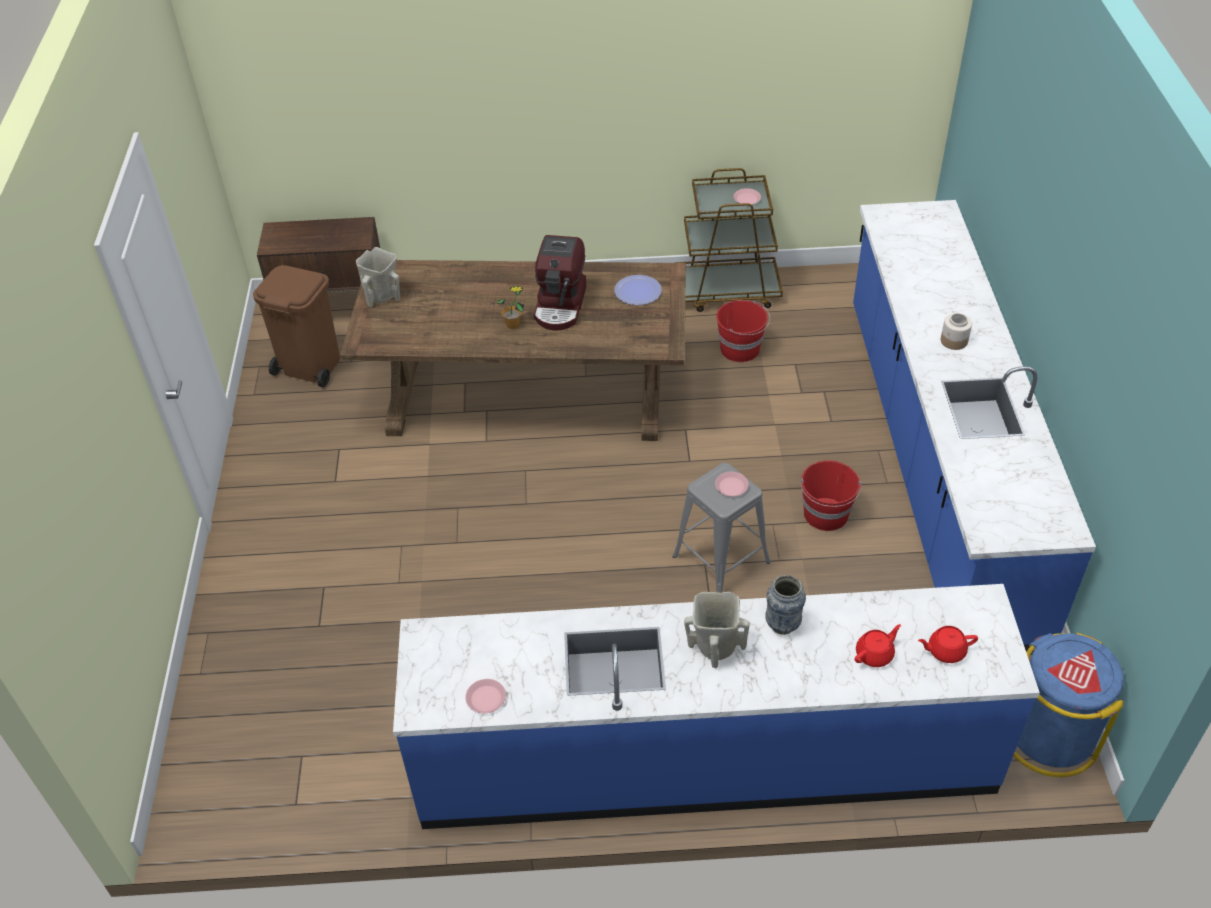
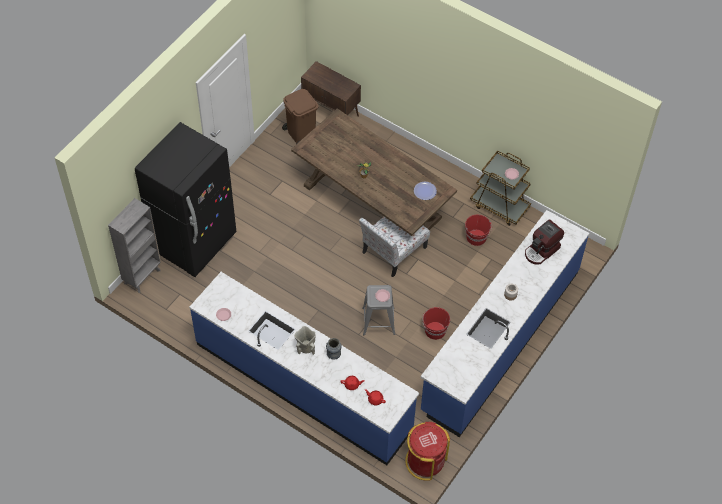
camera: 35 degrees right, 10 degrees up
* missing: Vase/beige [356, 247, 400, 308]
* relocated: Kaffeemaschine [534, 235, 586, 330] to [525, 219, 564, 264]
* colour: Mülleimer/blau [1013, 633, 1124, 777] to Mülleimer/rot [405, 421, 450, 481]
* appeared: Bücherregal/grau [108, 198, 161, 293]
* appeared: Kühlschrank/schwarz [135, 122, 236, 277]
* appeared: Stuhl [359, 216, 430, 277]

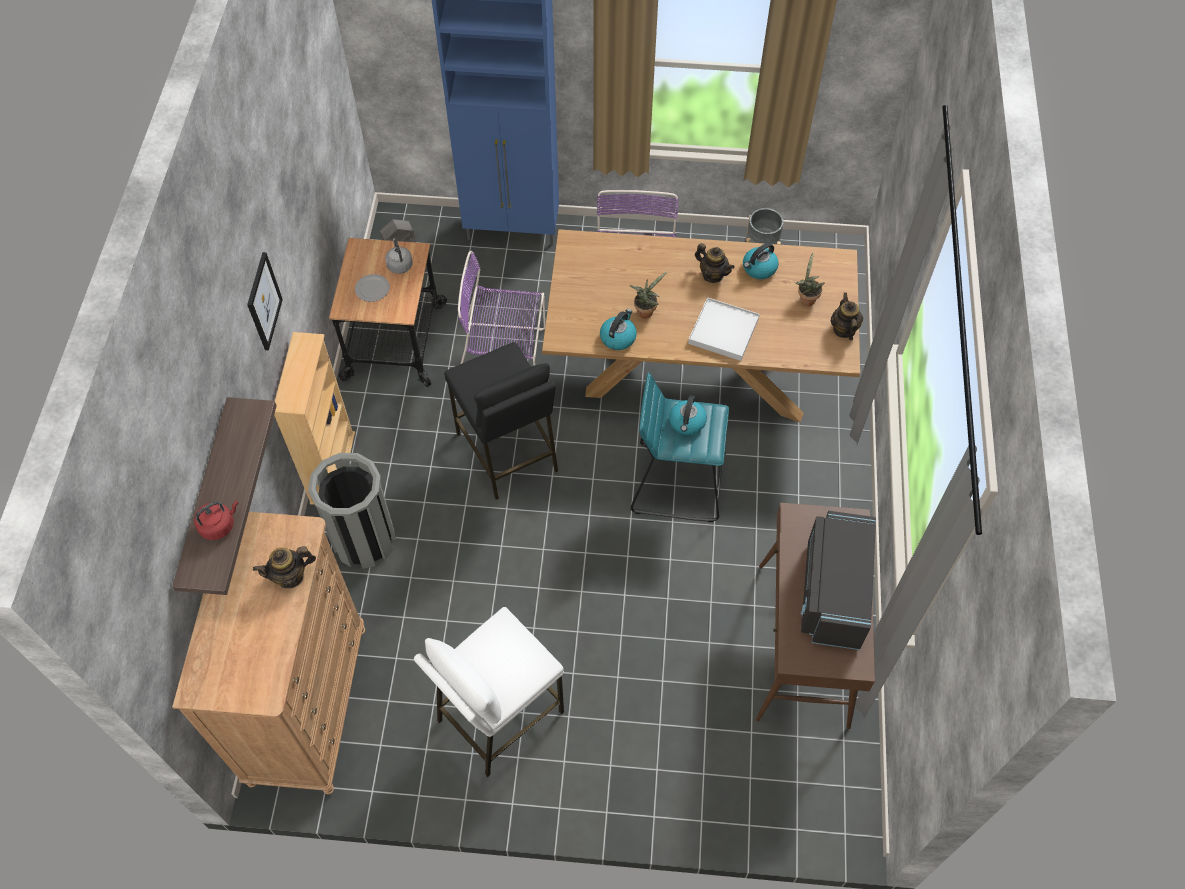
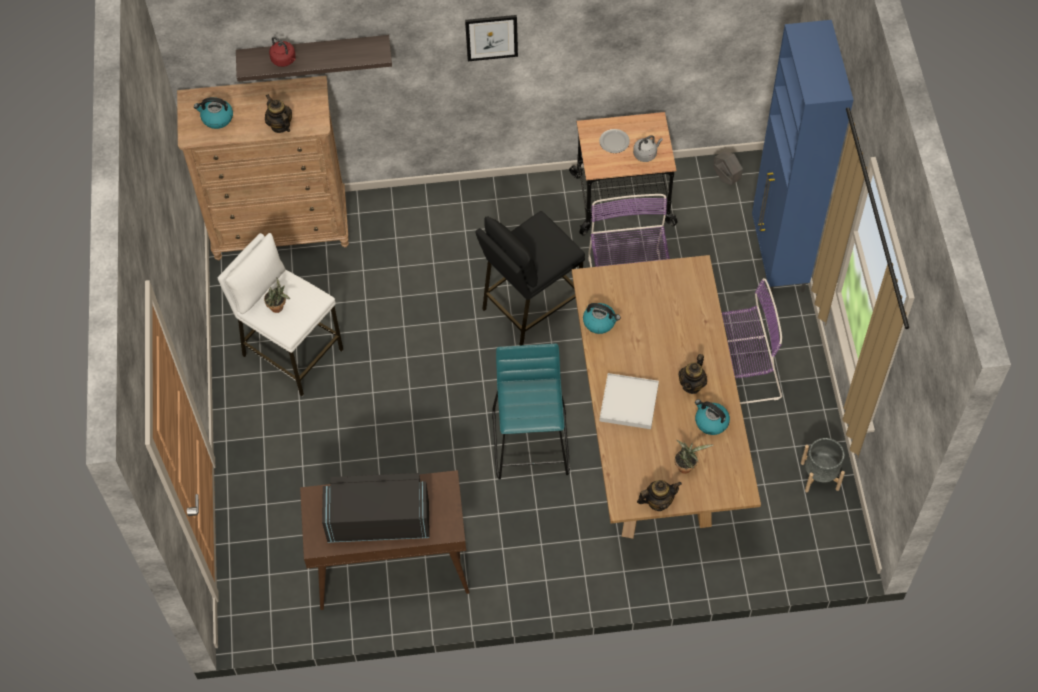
camera: 80 degrees right, 0 degrees up
* missing: Bücherregal/beige [274, 332, 355, 505]
* missing: Mülleimer/grau [308, 453, 396, 569]
* relocated: Topfpflanze [630, 272, 667, 319] to [264, 278, 290, 313]
* relocated: Wasserkessel [669, 395, 707, 435] to [194, 97, 233, 129]

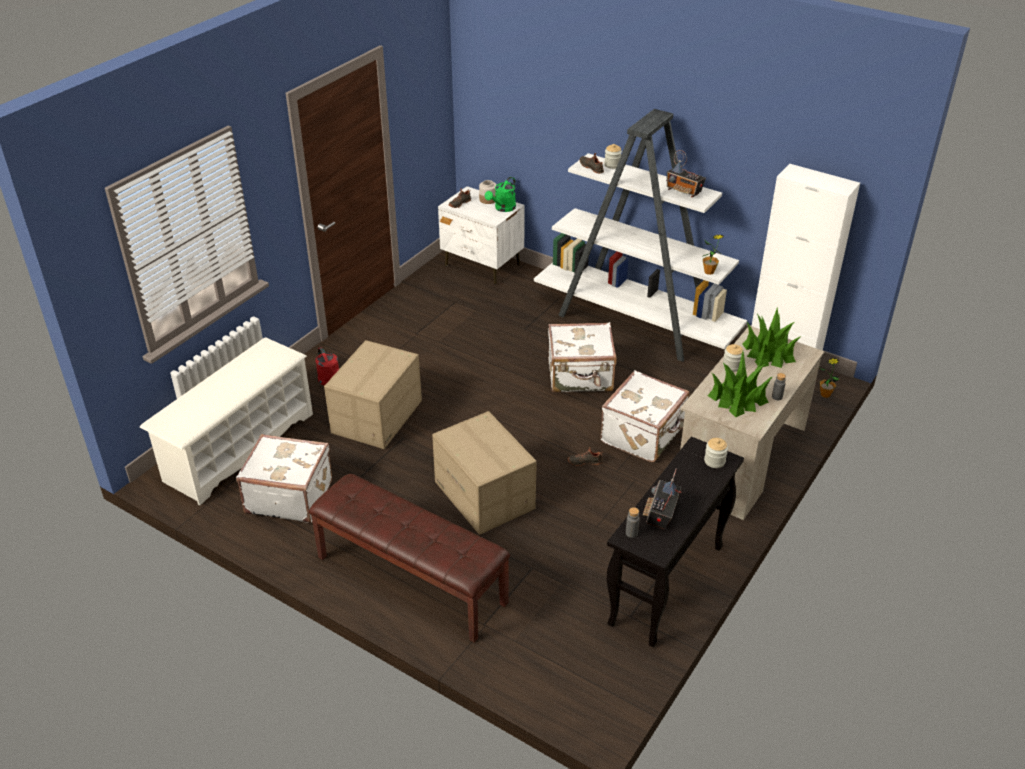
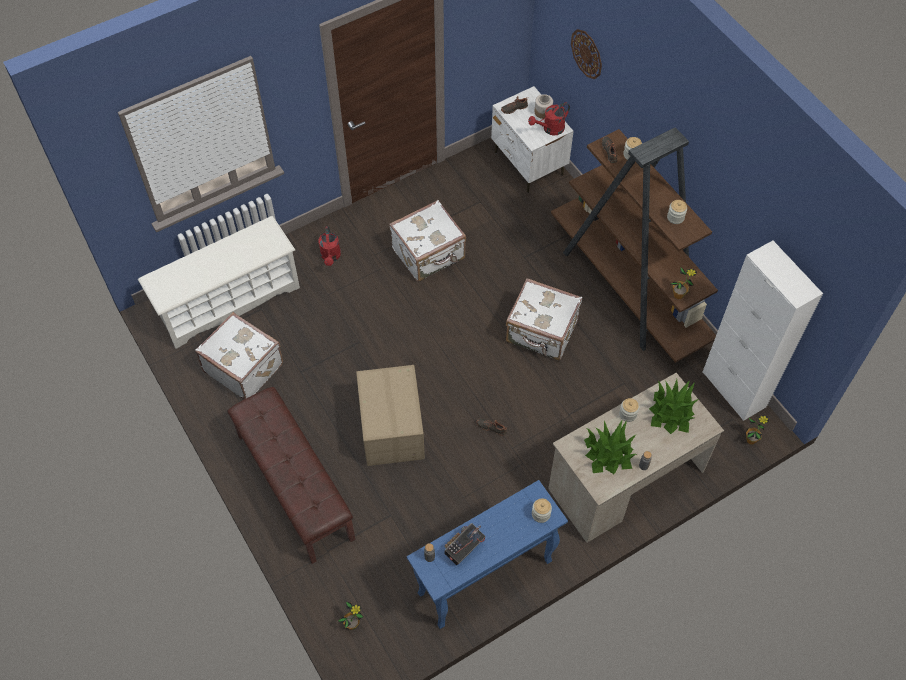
camera: 25 degrees right, 20 degrees up
* missing: Karton [324, 340, 422, 449]
* colour: Gießkanne/grün [485, 177, 516, 212] to Gießkanne/rot [528, 102, 570, 136]
* colour: Bücherregal/weiß [534, 109, 747, 362] to Bücherregal/braun [551, 127, 718, 363]
* relocated: Koffer/weiß [600, 370, 689, 462] to [389, 200, 466, 282]
* colour: Konsolentisch/schwarz [607, 437, 744, 647] to Konsolentisch/blau [407, 480, 568, 629]
* exchanged: Radio [666, 150, 706, 198] to Vorratsglas [667, 200, 687, 224]
* appeared: Topfpflanze [338, 602, 363, 630]
* appeared: Wanduhr [571, 29, 602, 79]

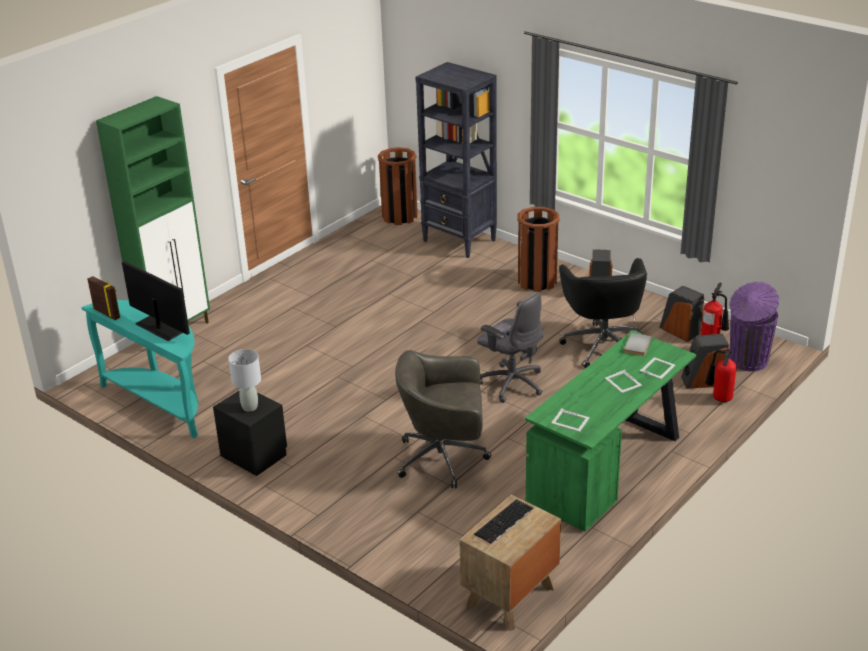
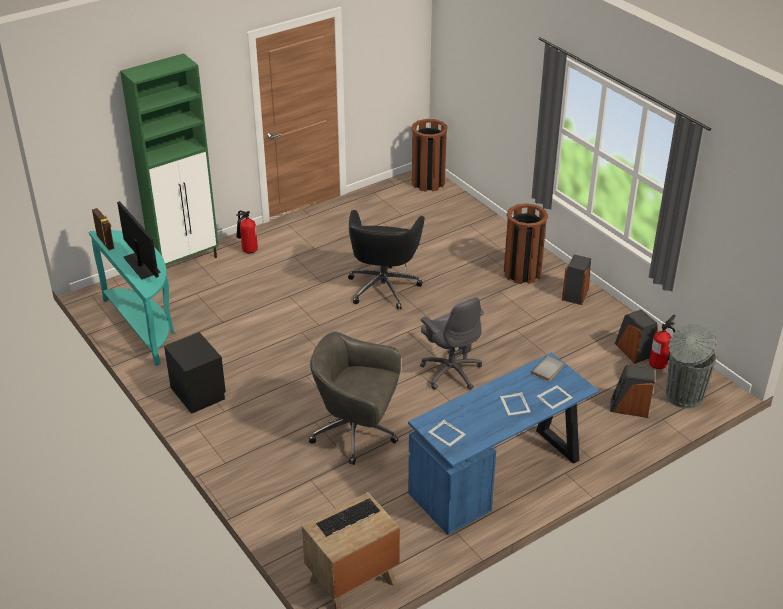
camera: 15 degrees right, 5 degrees up
* missing: Tischlampe/grau [228, 349, 261, 411]
* missing: Bücherregal/schwarz [416, 62, 497, 258]
* colour: Schreibtisch/grün [525, 330, 696, 532] to Schreibtisch/blau [408, 352, 599, 535]
* relocated: Bürostuhl/schwarz [559, 258, 647, 368] to [348, 210, 424, 309]
* relocated: Feuerlöscher [705, 349, 737, 402] to [236, 210, 258, 253]
* colour: Mülleimer/lila [729, 282, 779, 371] to Mülleimer/grau [666, 323, 717, 408]

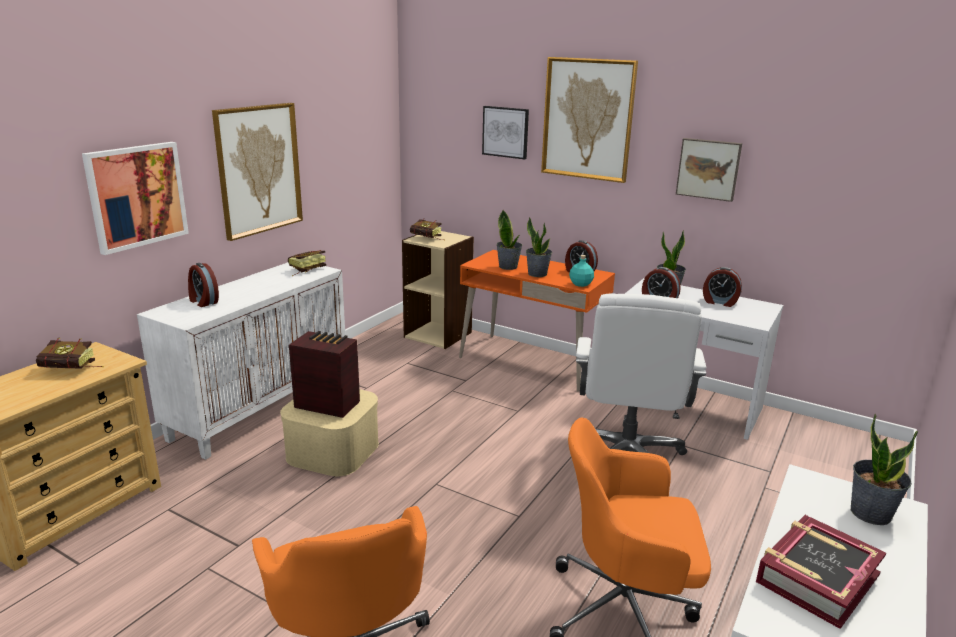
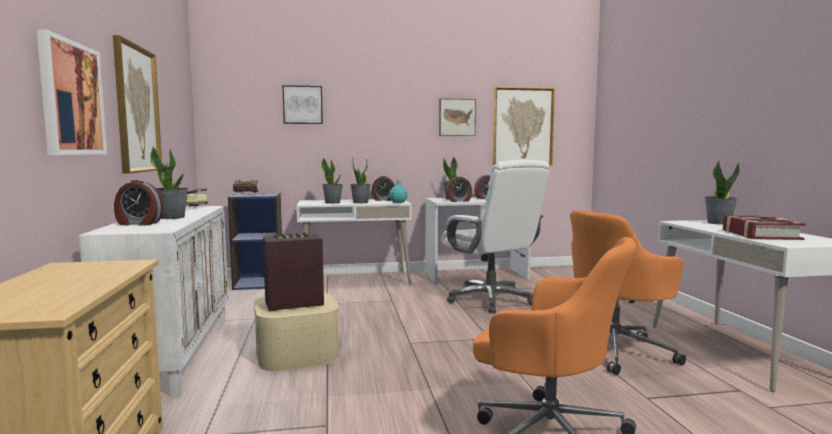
camera: 40 degrees left, 15 degrees down
* missing: Buch [36, 338, 103, 369]
* colour: Bücherregal/beige [402, 231, 474, 349] to Bücherregal/blau [228, 193, 282, 290]
* colour: Schreibtisch/orange [459, 250, 615, 392] to Schreibtisch/weiß [297, 199, 411, 285]
* relocated: Bild [541, 57, 638, 183] to [493, 87, 555, 166]
* appeared: Topfpflanze [150, 146, 188, 219]

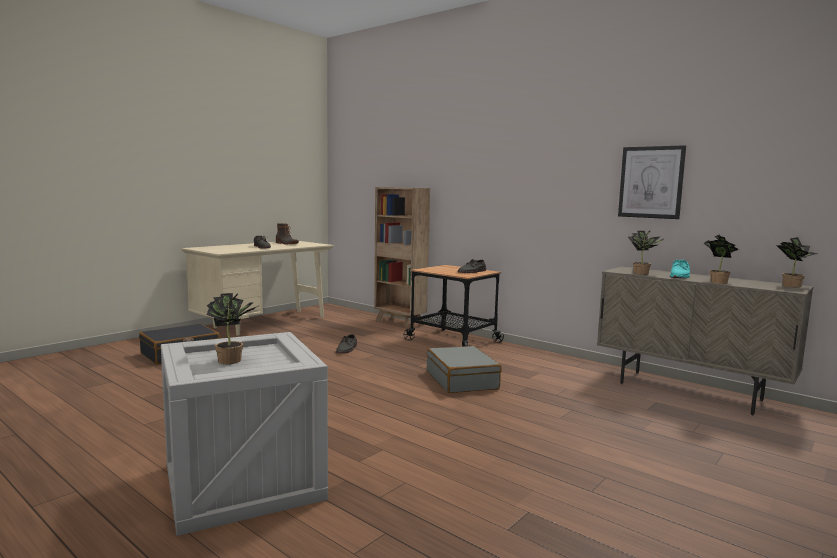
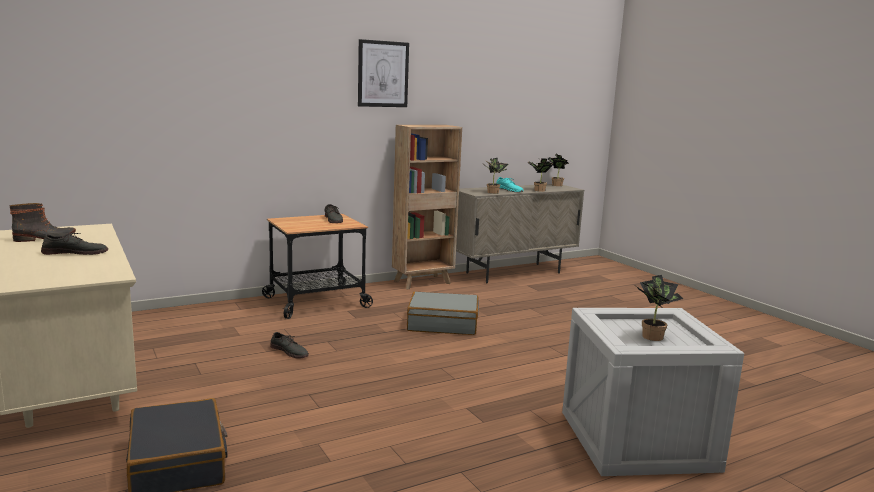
camera: 70 degrees left, 5 degrees up
* relocated: Bücherregal/braun [374, 187, 430, 329] to [392, 125, 462, 290]
* relocated: Bild [618, 145, 686, 219] to [358, 39, 409, 107]

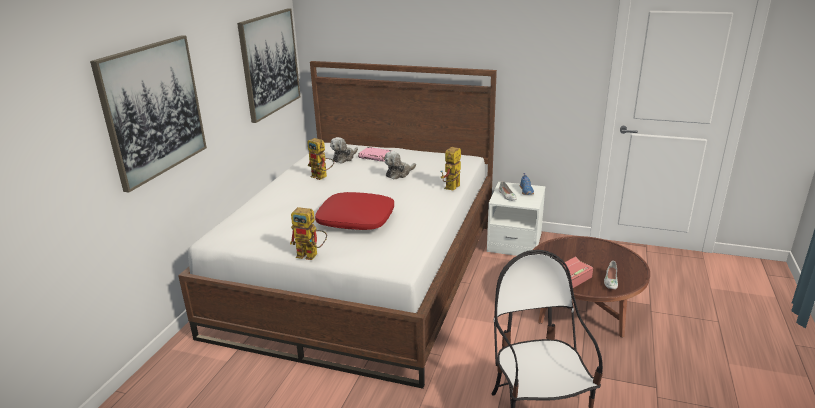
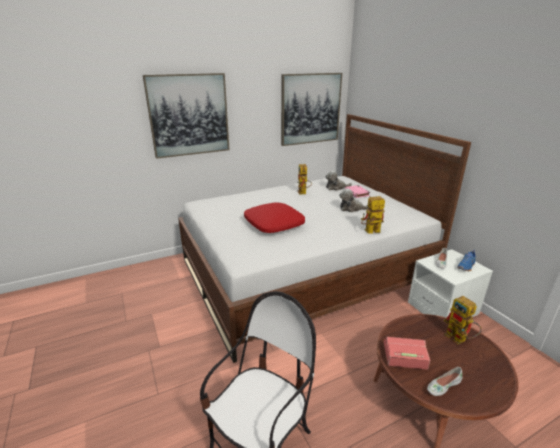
camera: 45 degrees right, 0 degrees up
* relocated: Spielzeugroboter [290, 207, 327, 260] to [444, 296, 482, 344]

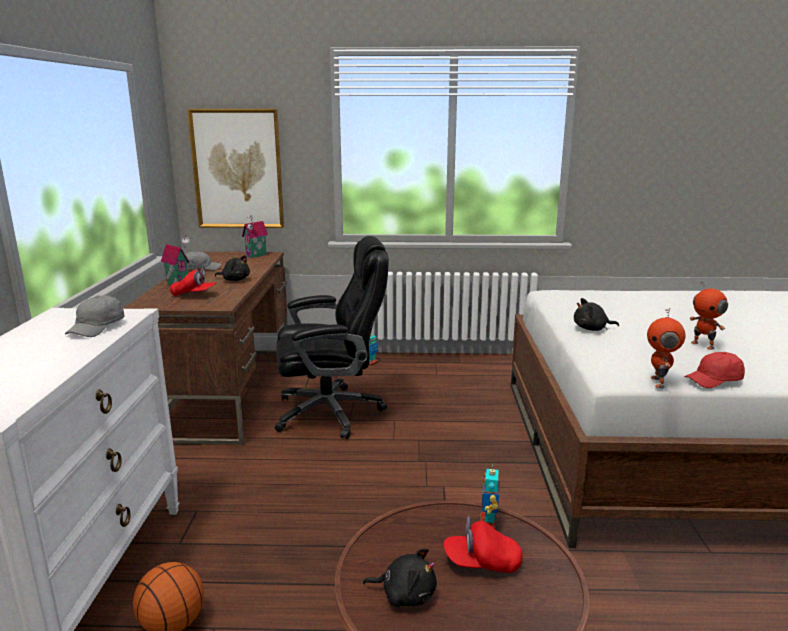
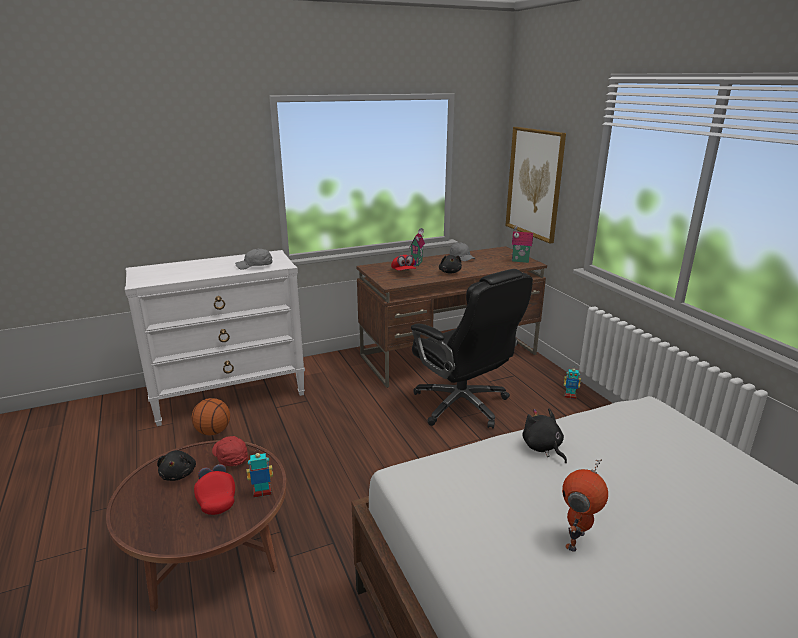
camera: 65 degrees right, 5 degrees up
* missing: Spielzeugroboter [647, 308, 686, 388]
* relocated: Kappe/rot [684, 352, 745, 388] to [212, 436, 248, 466]

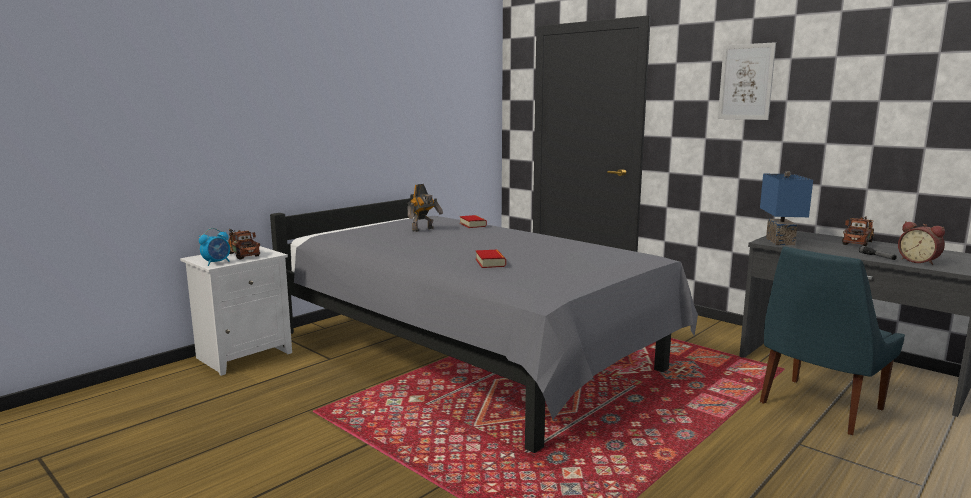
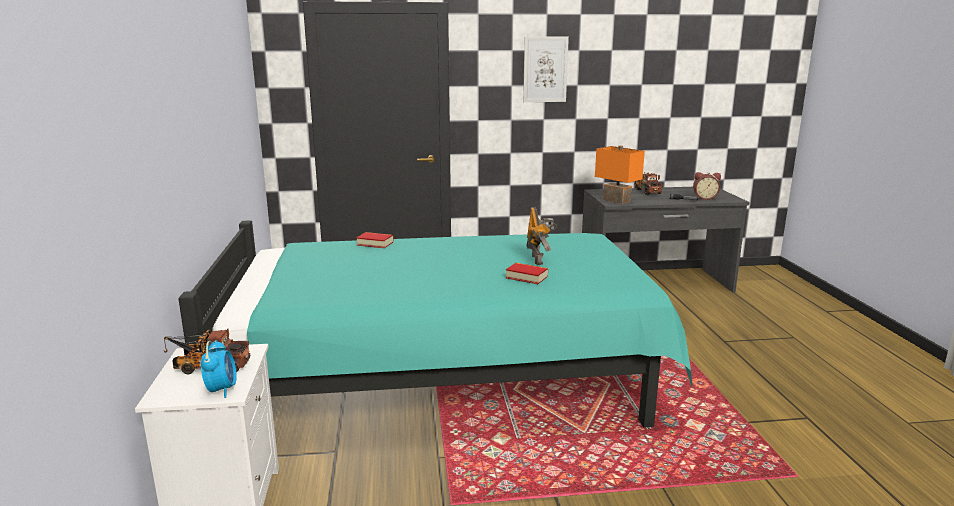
camera: 50 degrees left, 5 degrees up
* colour: Bett/grau [270, 194, 698, 453] to Bett/türkis [179, 220, 693, 428]
* relocated: Spielzeugroboter [407, 184, 443, 232] to [526, 207, 557, 265]
* colour: Tischlampe/blau [760, 171, 813, 245] to Tischlampe/orange [595, 145, 645, 204]
* missing: Stuhl/blau [760, 246, 905, 435]

